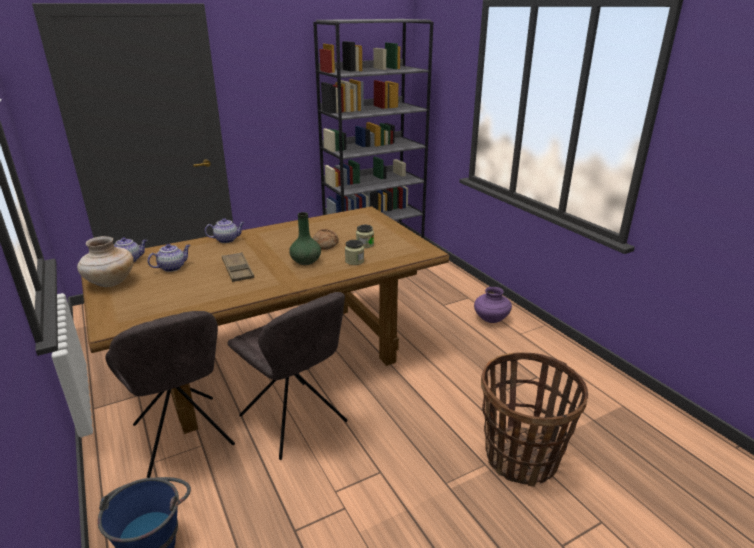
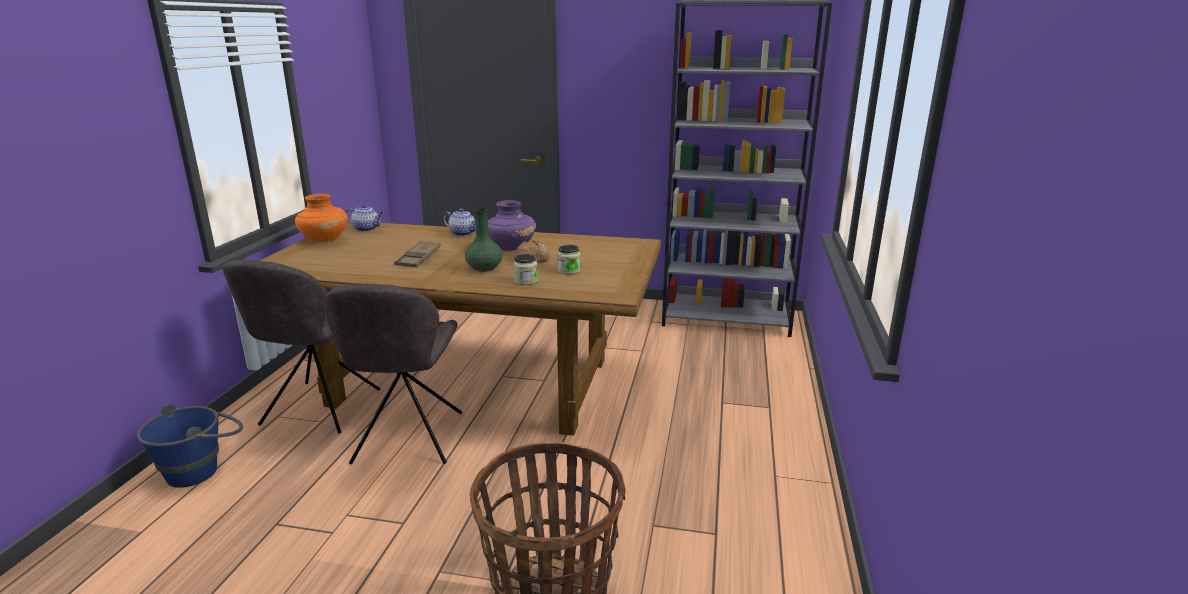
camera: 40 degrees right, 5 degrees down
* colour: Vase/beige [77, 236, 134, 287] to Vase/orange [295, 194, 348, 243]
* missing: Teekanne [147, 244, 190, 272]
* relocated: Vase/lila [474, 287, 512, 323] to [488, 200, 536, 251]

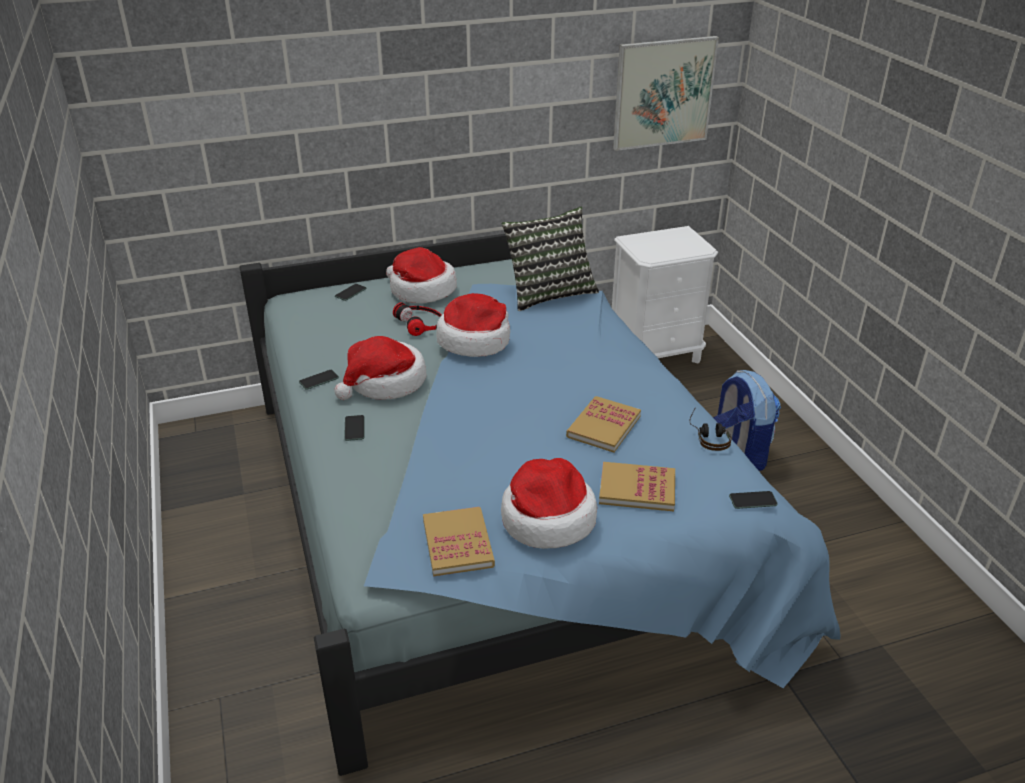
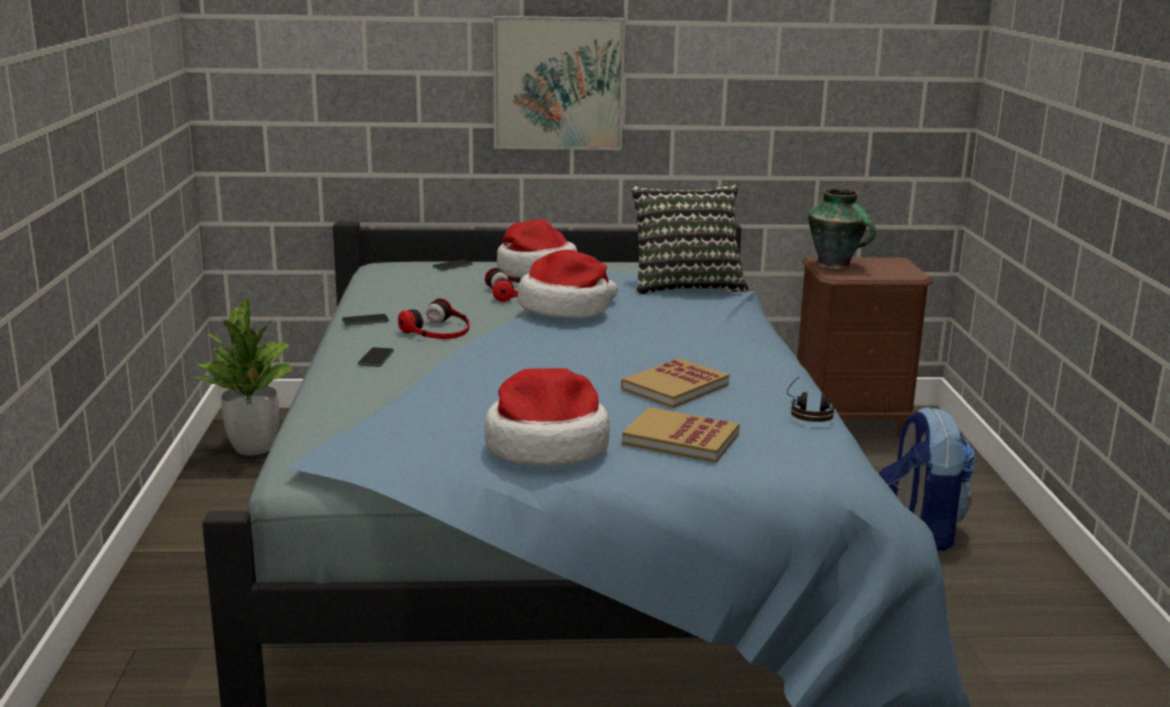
camera: 15 degrees right, 15 degrees down
* exchanged: Hut [334, 336, 427, 400] to Kopfhörer [398, 298, 470, 339]
* missing: Buch [423, 507, 495, 576]
* colour: Nachttisch/weiß [612, 226, 718, 364] to Nachttisch/braun [797, 257, 933, 437]
* relocated: Bild [613, 36, 719, 151] to [493, 16, 626, 150]
* missing: Handy [729, 491, 778, 509]
* appeared: Topfpflanze [193, 297, 292, 455]
* appeared: Vase [808, 189, 876, 269]

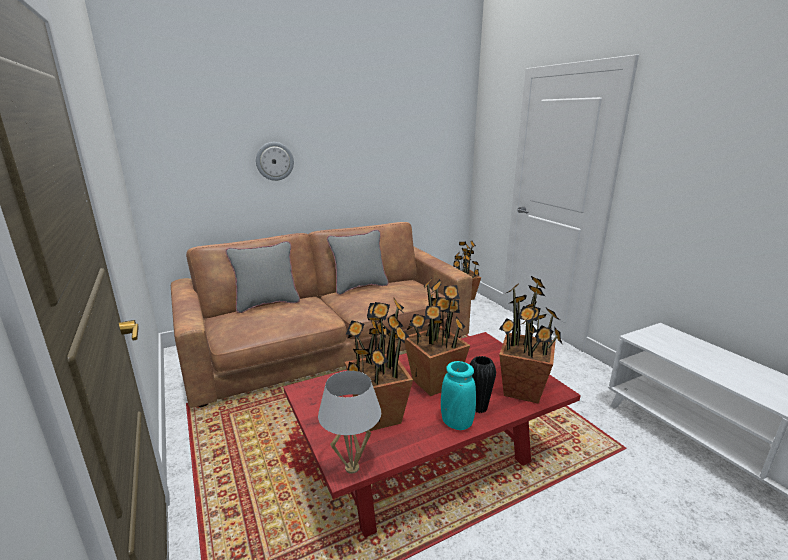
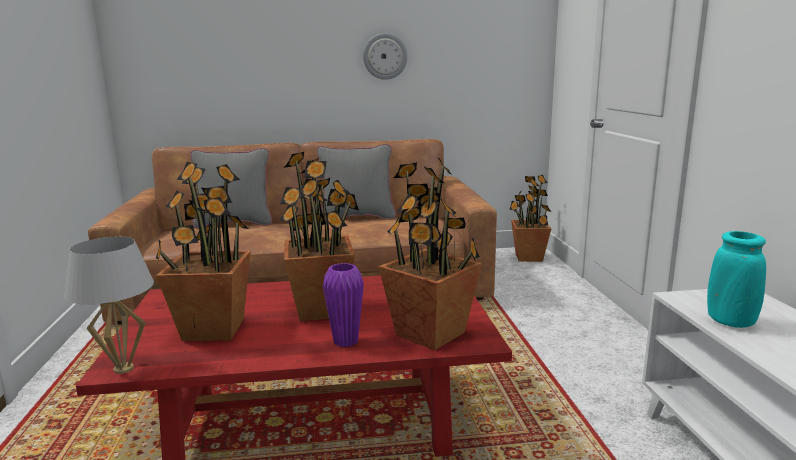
camera: 20 degrees right, 5 degrees down
* relocated: Wanduhr [256, 142, 294, 181] to [363, 33, 408, 80]
* relocated: Vase/türkis [441, 361, 476, 430] to [707, 231, 766, 328]
* colour: Vase/schwarz [470, 356, 496, 413] to Vase/lila [323, 263, 364, 347]

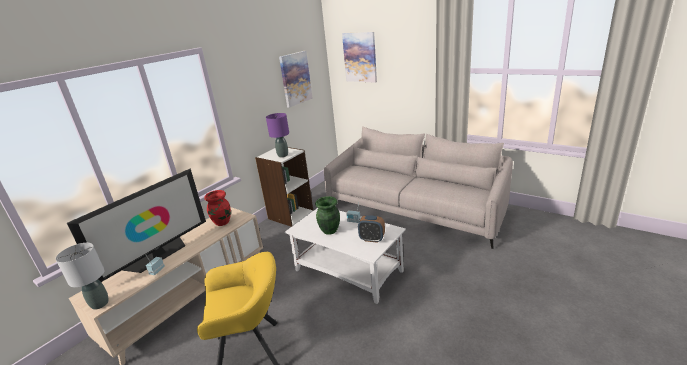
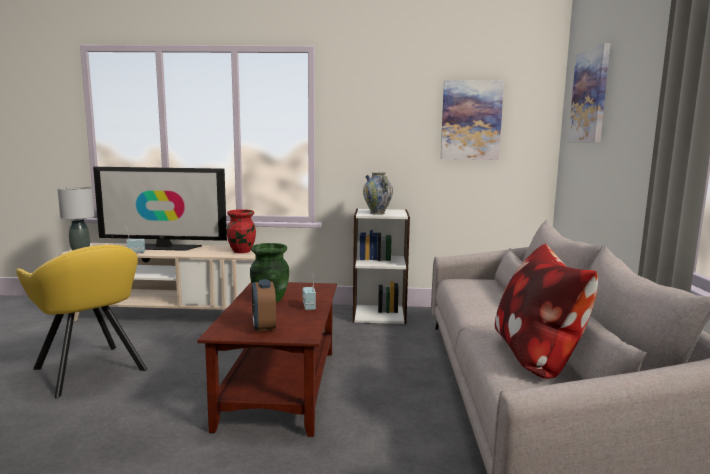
camera: 55 degrees right, 15 degrees down
* exchanged: Tischlampe/lila [266, 113, 289, 157] to Vase [363, 172, 393, 215]
* colour: Couchtisch/weiß [285, 208, 406, 304] to Couchtisch/braun [197, 282, 337, 437]
* appeared: Kissen [495, 244, 598, 379]

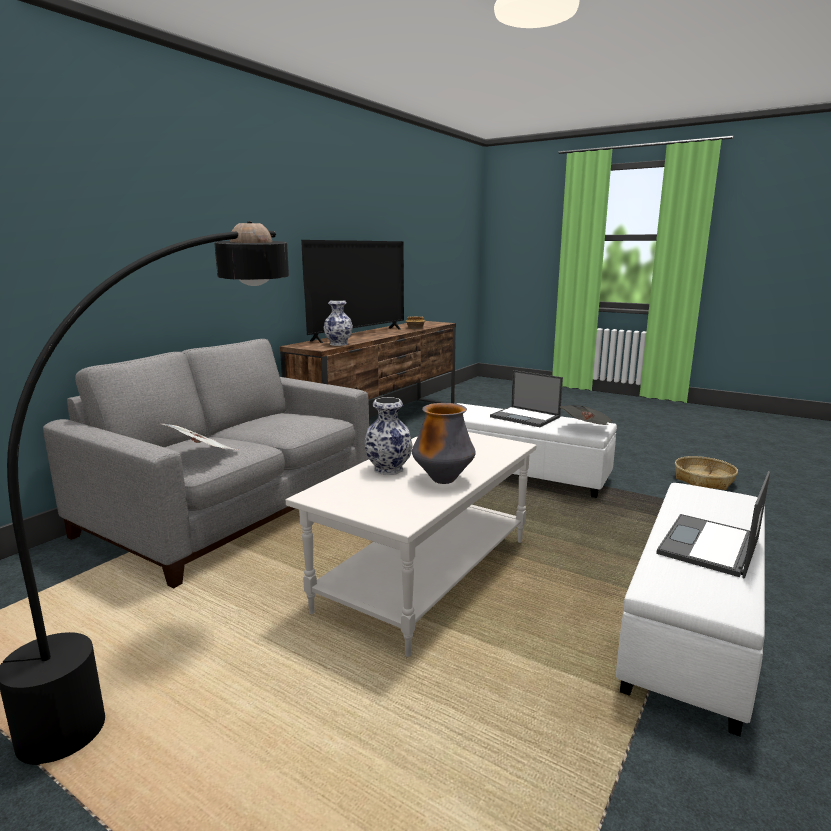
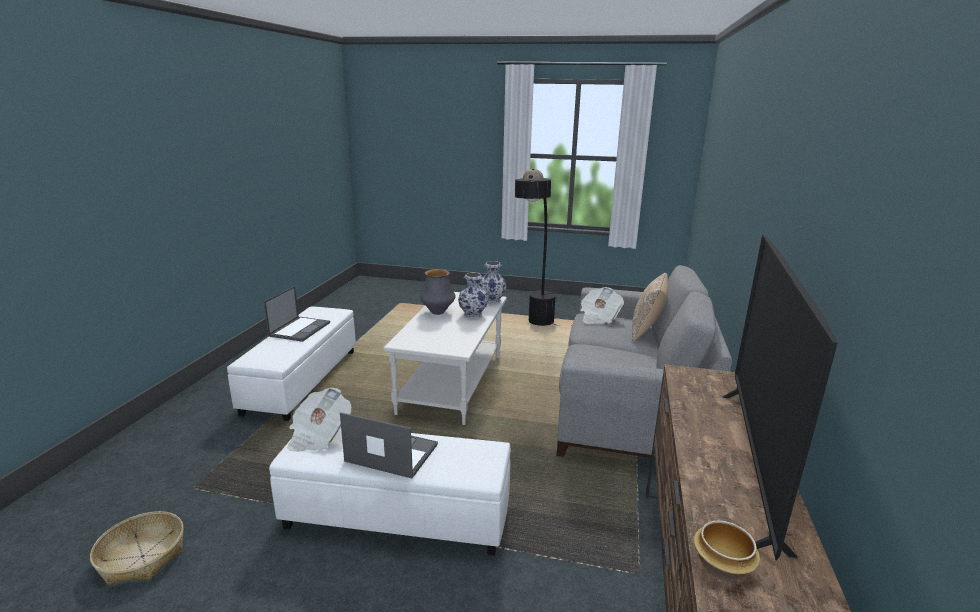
camera: 160 degrees right, 5 degrees up
* relocated: Vase [324, 300, 353, 346] to [479, 261, 507, 304]
* appeared: Kissen [632, 273, 668, 342]

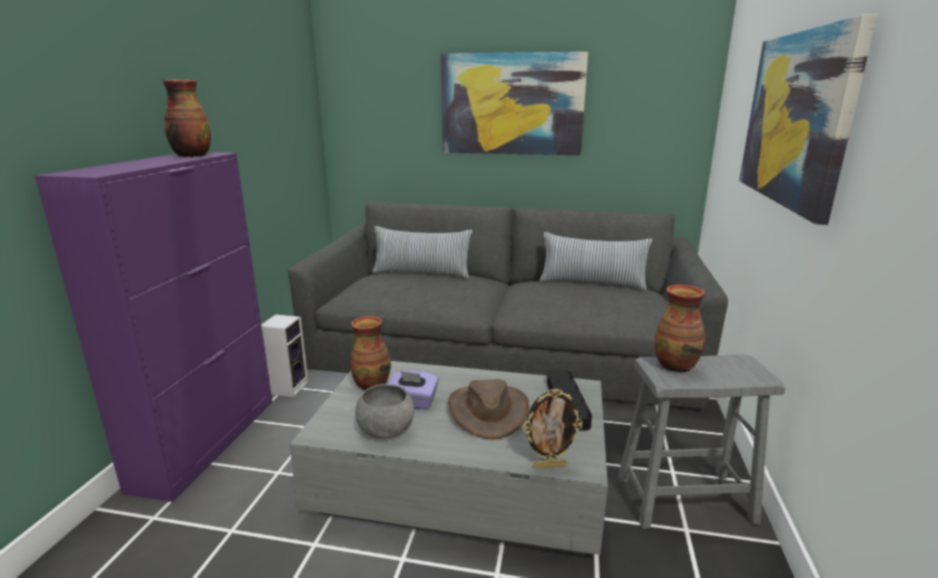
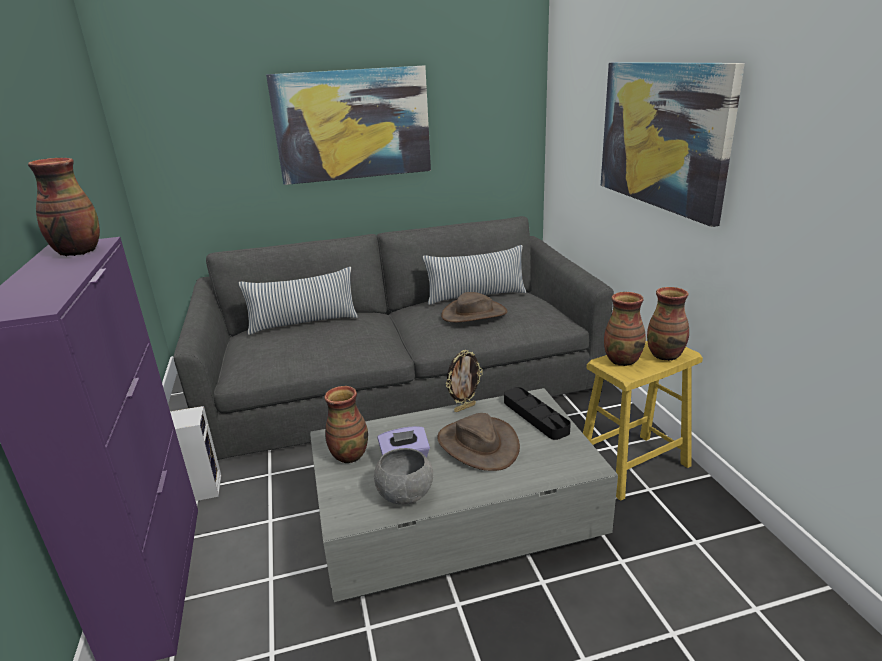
camera: 25 degrees left, 5 degrees up
* relocated: Bilderrahmen [523, 389, 582, 468] to [446, 350, 483, 412]
* colour: Hocker/grau [618, 354, 785, 529] to Hocker/gelb [583, 341, 703, 501]
* appeared: Hut/braun [441, 292, 508, 322]
* appeared: Vase [647, 287, 689, 361]

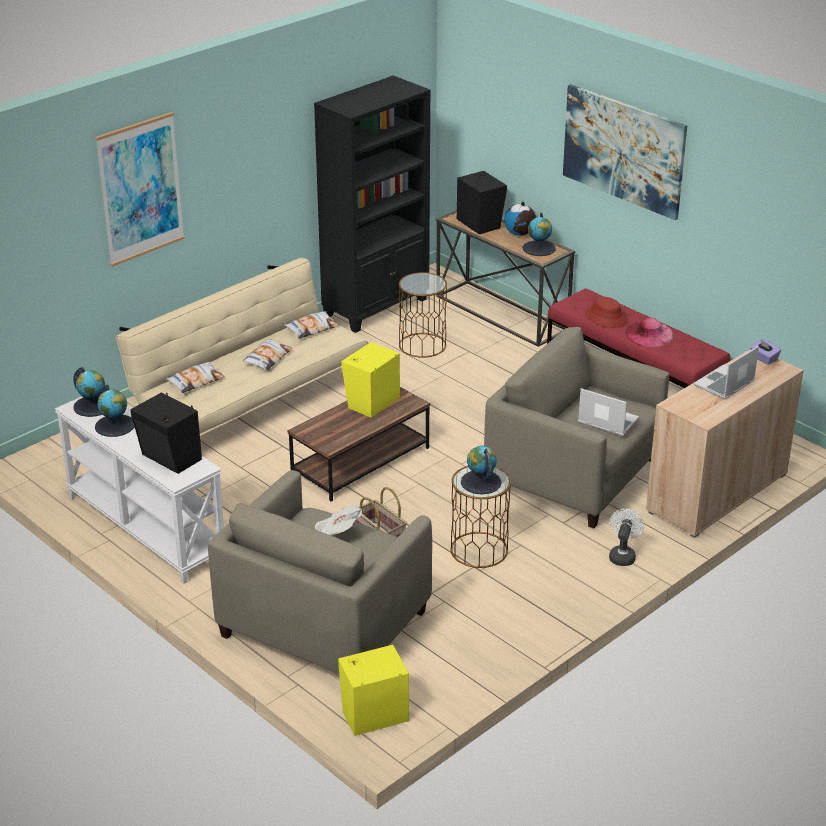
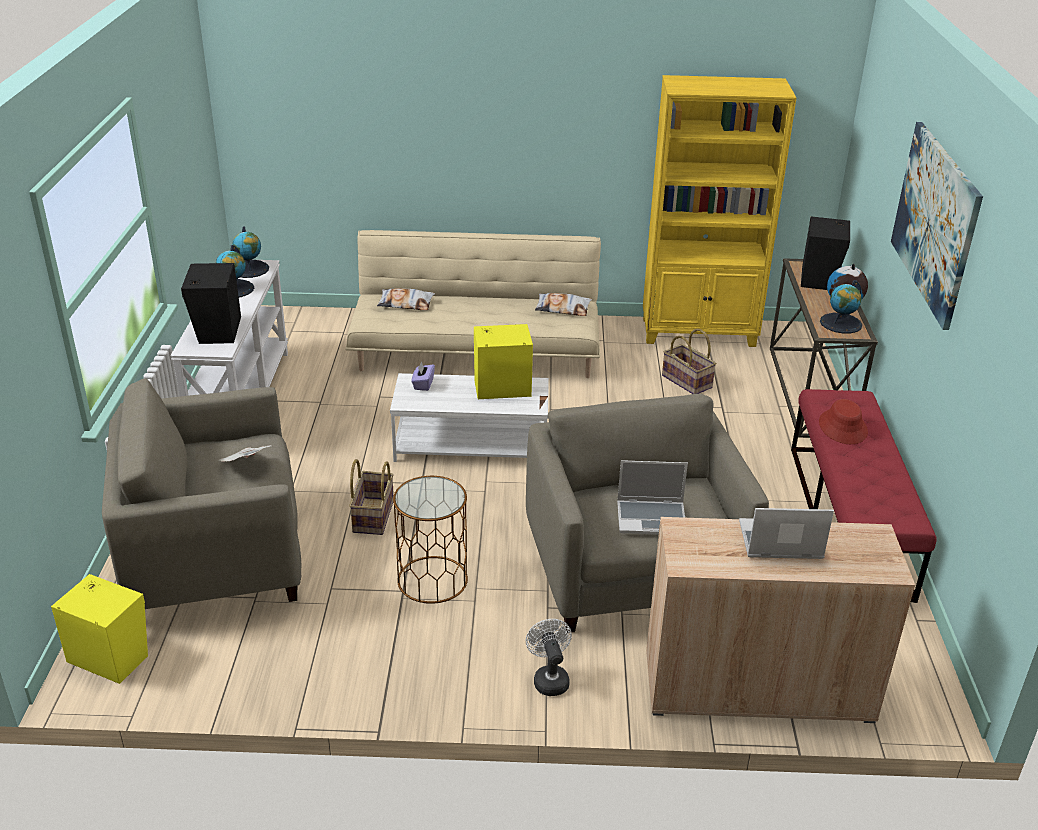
camera: 45 degrees right, 0 degrees up
* missing: Bild [95, 112, 185, 267]
* missing: Kissen [243, 338, 293, 370]
* colour: Couchtisch/braun [288, 387, 430, 502] to Couchtisch/weiß [390, 373, 549, 462]
* colour: Bücherregal/schwarz [314, 75, 430, 333] to Bücherregal/gelb [643, 75, 796, 347]
* exchanged: Beistelltisch/braun [399, 272, 447, 358] to Korb [662, 329, 716, 394]
* missing: Globus [461, 446, 502, 494]
* spun: Laptop [578, 388, 639, 436] = [617, 460, 688, 535] 105 degrees clockwise
* spun: Ventilator/weiß [609, 509, 644, 566] = [526, 619, 572, 696] 75 degrees counterclockwise
* missing: Hut/rosa [625, 317, 674, 347]
* relocated: Taschentuchbox/lila [750, 339, 781, 365] to [411, 361, 435, 391]

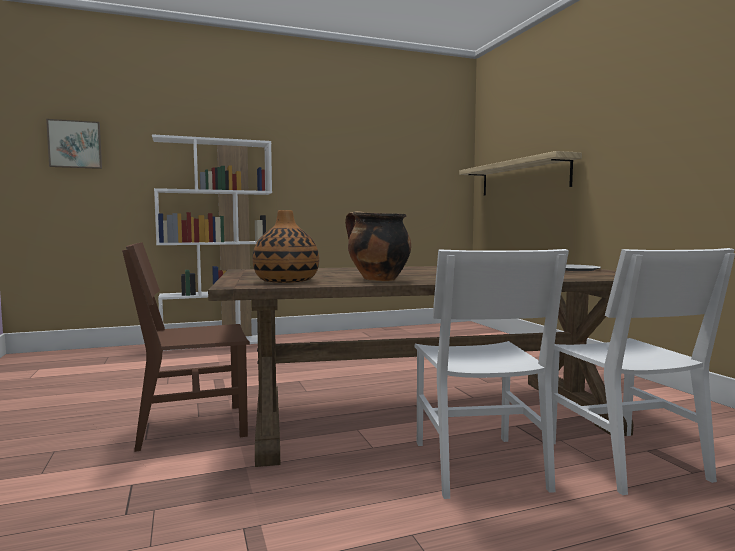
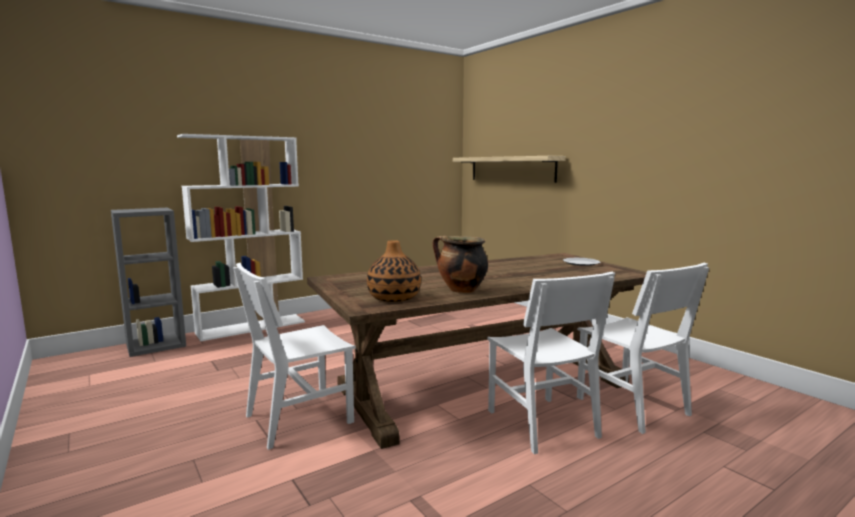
camera: 15 degrees left, 5 degrees up
* missing: Bild [46, 119, 102, 169]
* colour: Stuhl/braun [122, 242, 250, 452] to Stuhl/weiß [233, 263, 356, 450]
* appeared: Bücherregal/grau [111, 208, 186, 357]

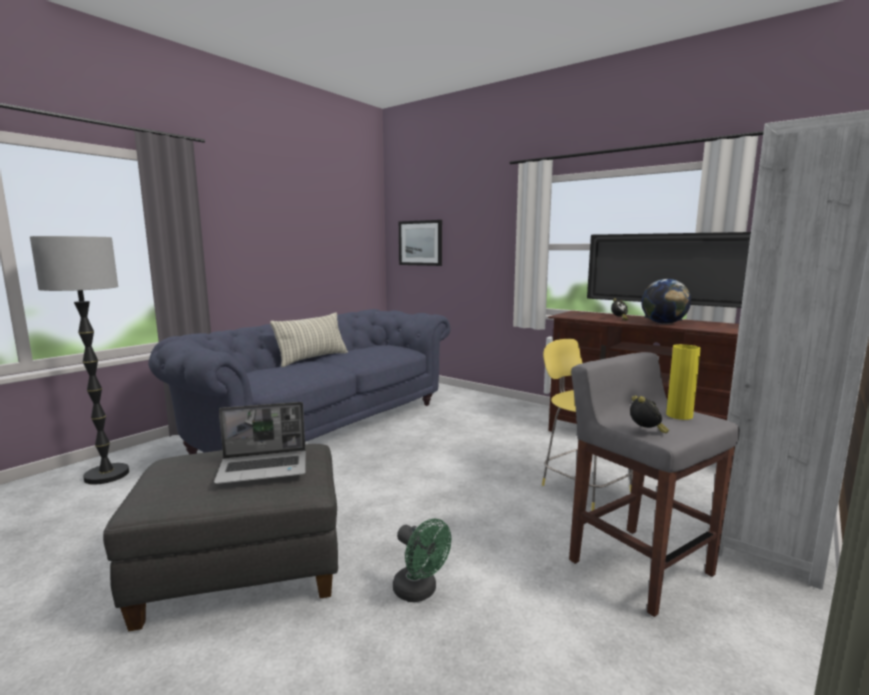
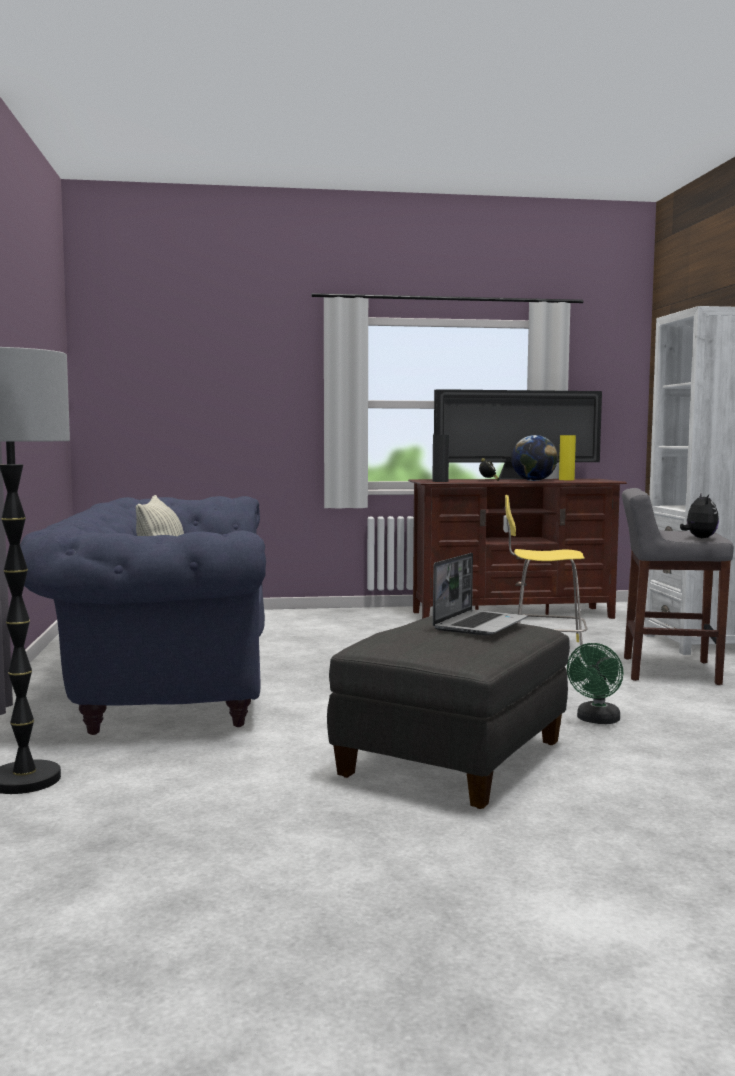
camera: 45 degrees left, 5 degrees down
* spun: Ventilator/grün [393, 518, 451, 602] = [567, 643, 623, 724] 120 degrees clockwise
* missing: Bild [399, 220, 442, 266]
* exchanged: Wecker [630, 396, 669, 433] to Plüschtier [680, 494, 719, 538]
* relocated: Vase/gelb [666, 344, 701, 420] to [559, 435, 576, 480]
* appeared: Vase/schwarz [432, 435, 449, 482]

